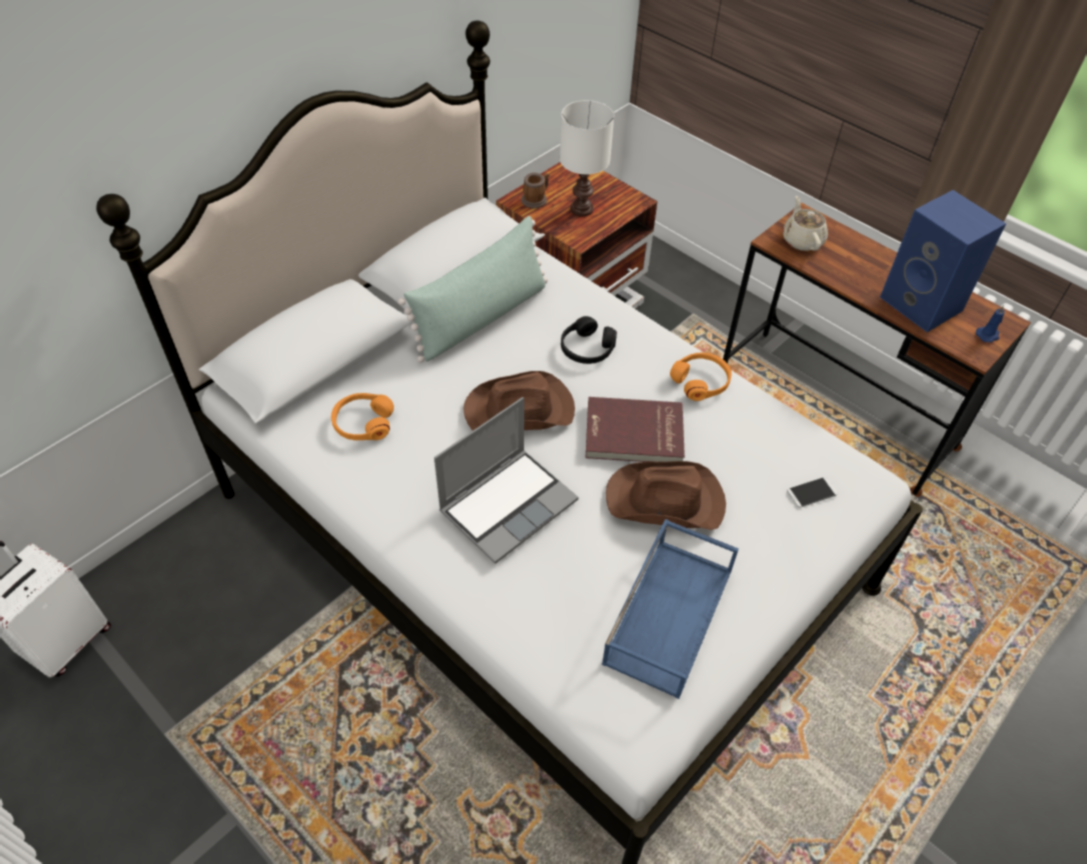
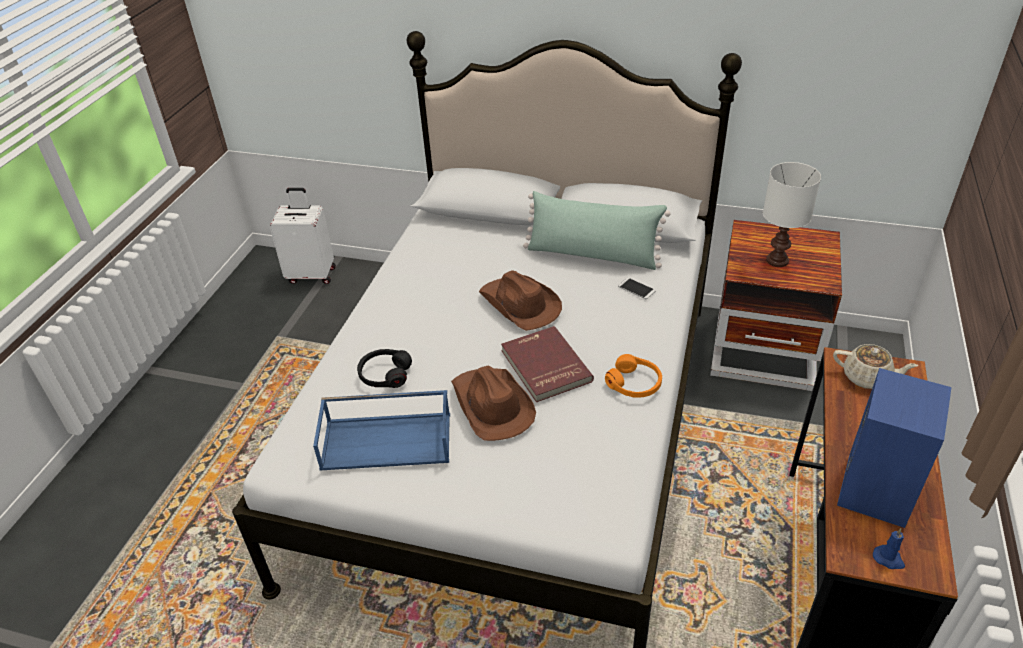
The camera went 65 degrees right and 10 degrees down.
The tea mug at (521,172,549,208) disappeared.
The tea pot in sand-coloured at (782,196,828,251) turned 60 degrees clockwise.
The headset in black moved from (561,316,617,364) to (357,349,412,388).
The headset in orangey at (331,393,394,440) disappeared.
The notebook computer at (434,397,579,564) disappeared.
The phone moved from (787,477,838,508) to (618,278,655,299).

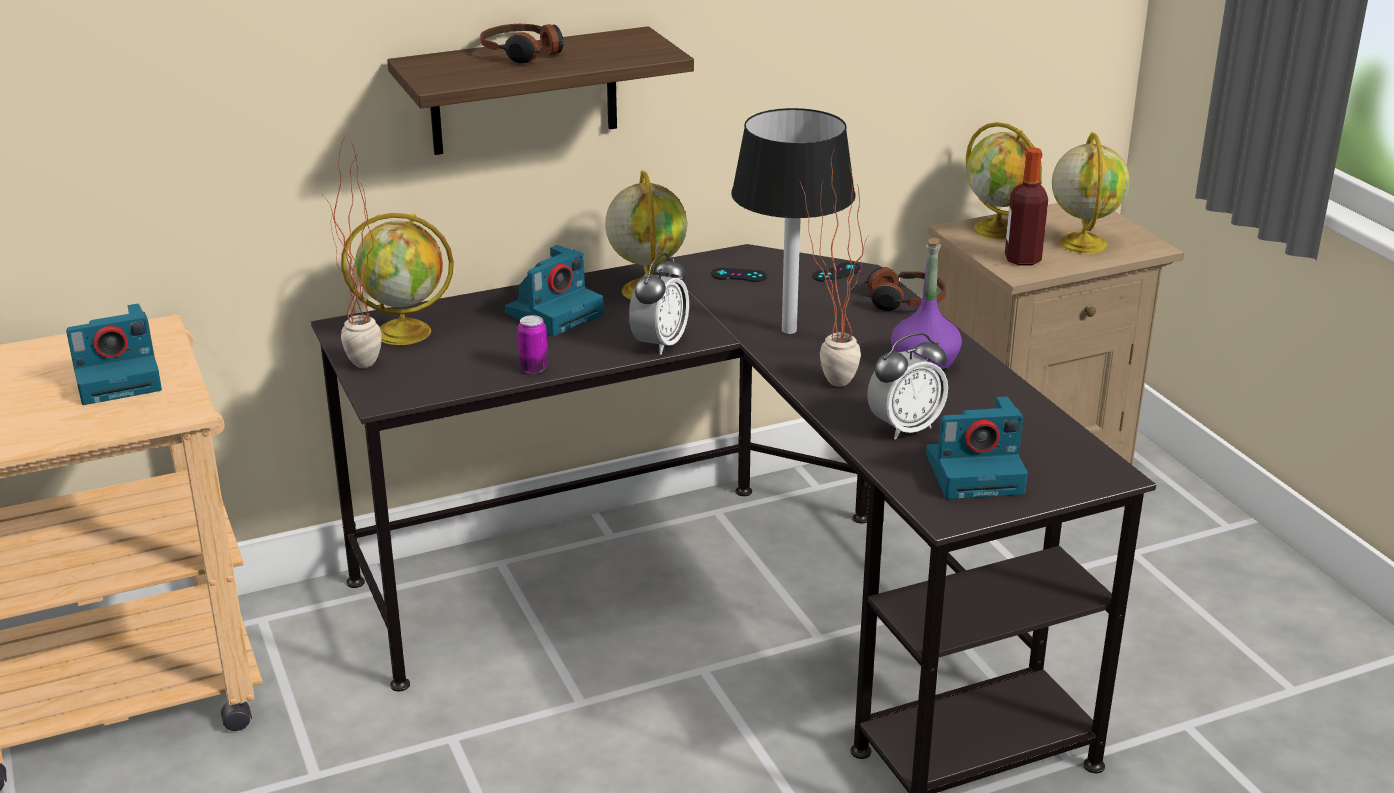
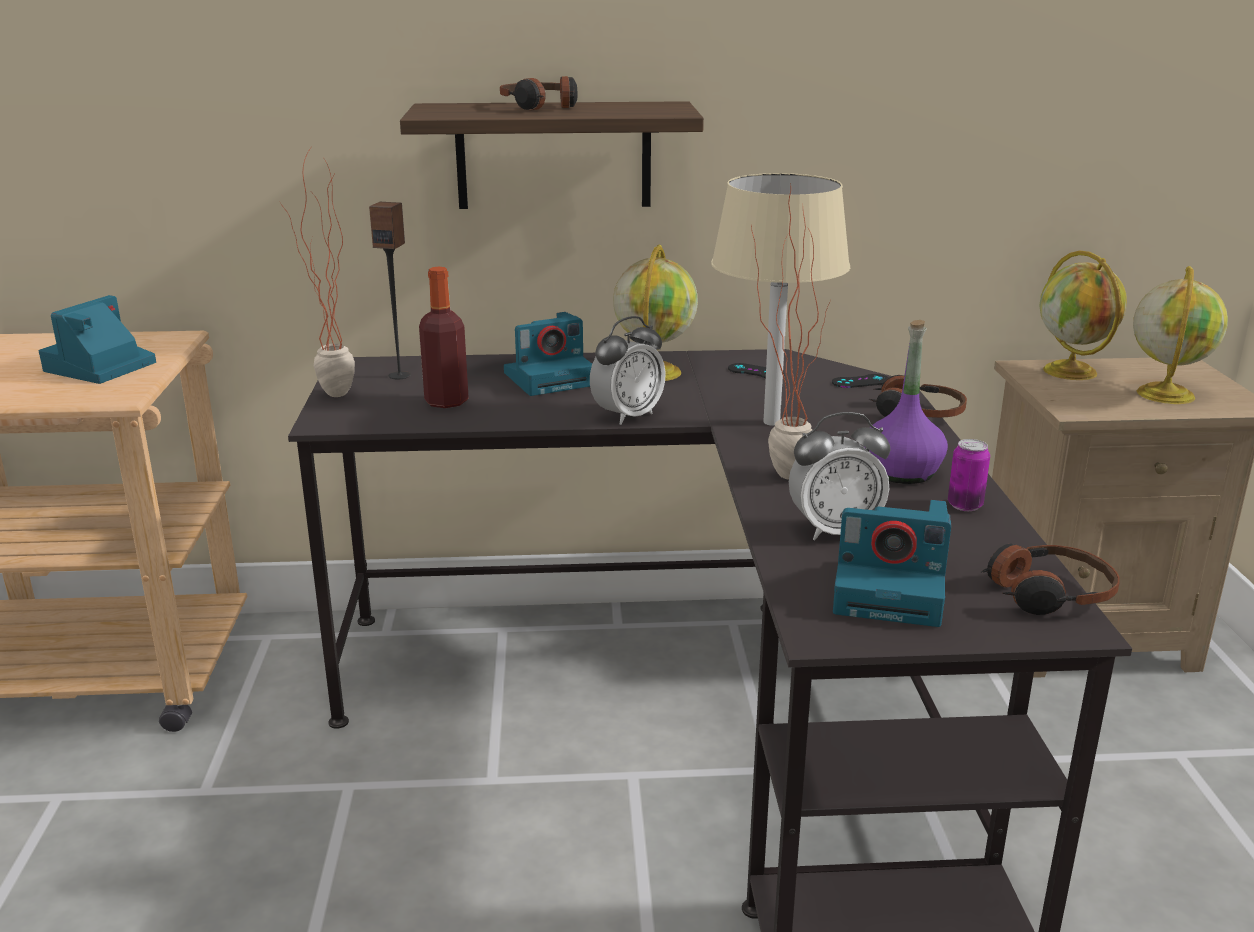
The camera went 20 degrees right and 5 degrees down.
The lamp for a table in black at (731,108,856,334) became the lamp for a table in sand-coloured at (711,173,850,426).
The bottle moved from (1005,148,1048,266) to (419,267,469,408).
The globe at (341,213,454,345) was replaced by the audio speaker at (369,202,411,379).
The still camera at (66,304,162,405) turned 120 degrees clockwise.
The metal can moved from (517,315,548,374) to (948,439,990,511).
The headset at (981,543,1120,615) appeared.

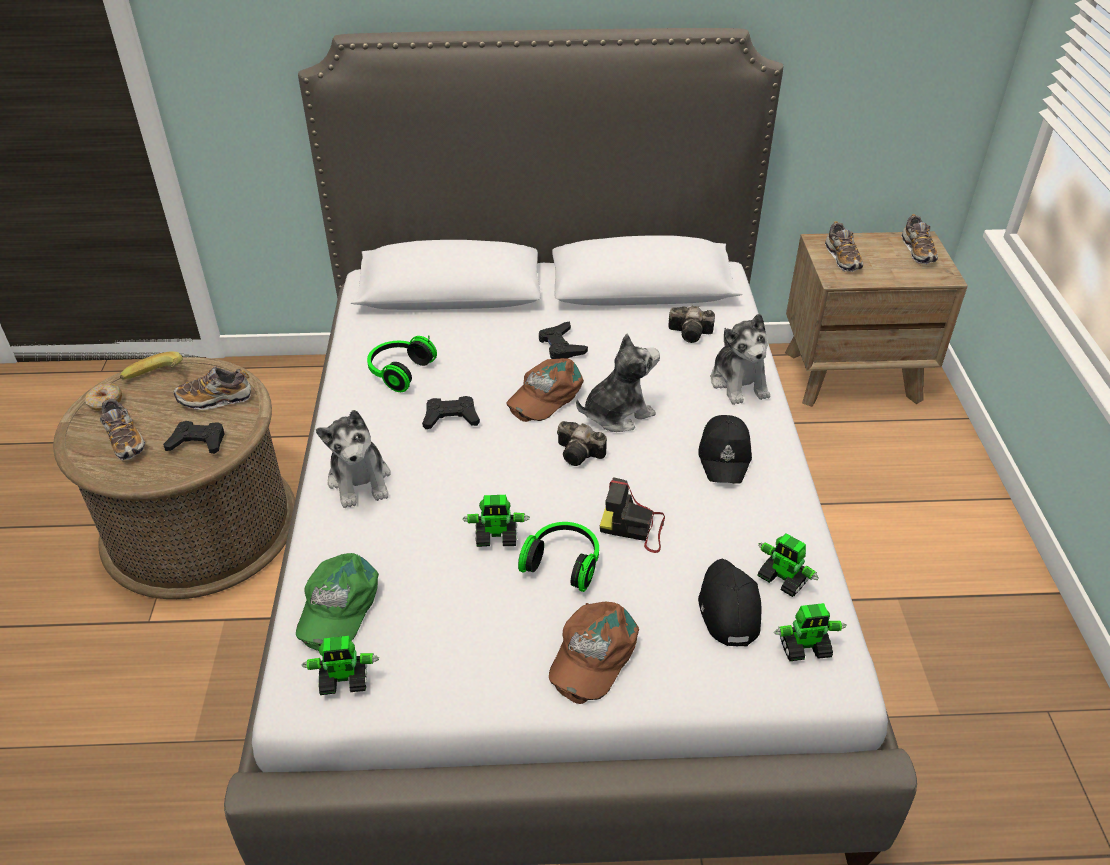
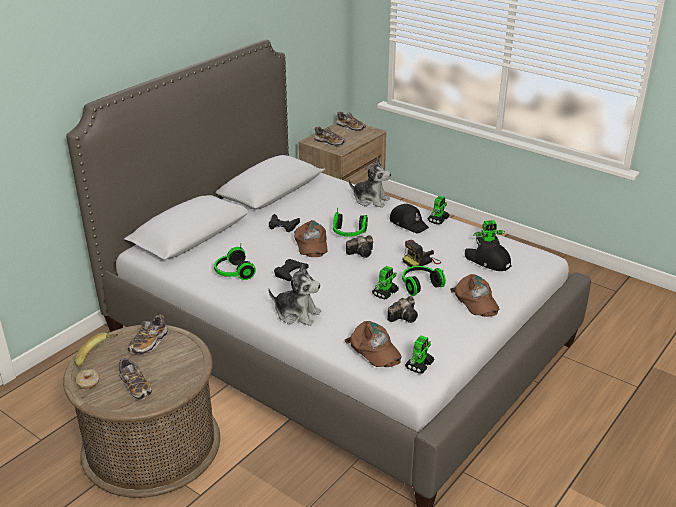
The camera went 50 degrees left and 10 degrees down.
The still camera moved from (668,305,715,343) to (387,296,418,323).
The soft toy at (576,334,660,432) was replaced by the headset at (333,208,368,237).
The shoe at (100,397,145,460) turned 45 degrees clockwise.
The joypad in black at (163,421,225,454) disappeared.
The baseball cap in greenish at (296,553,379,651) became the baseball cap in brown-coloured at (345,321,401,367).
The robot figure moved from (774,603,847,661) to (427,195,450,225).

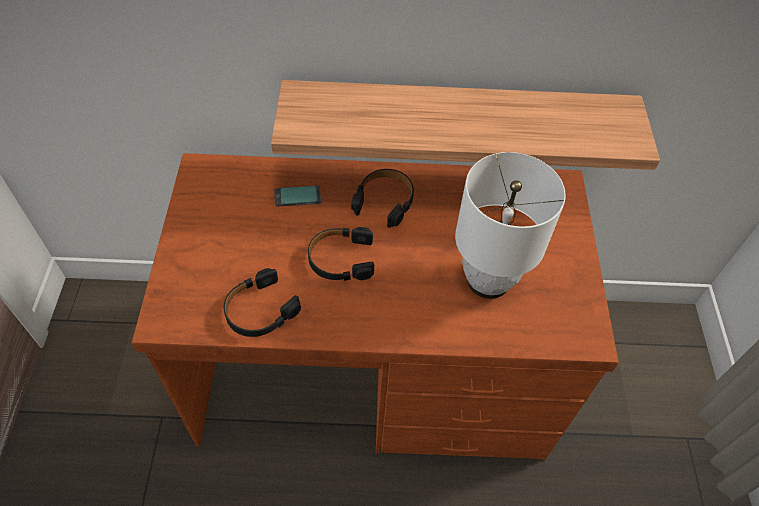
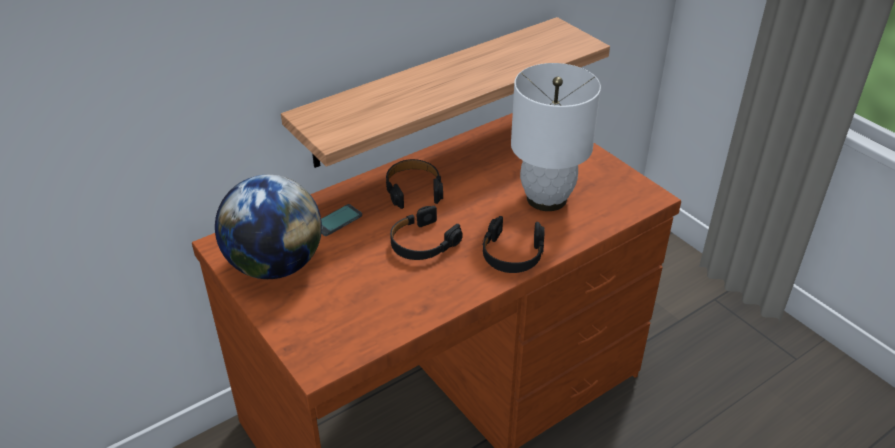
The camera went 35 degrees left and 15 degrees down.
The headset in black moved from (224,268,301,337) to (483,216,545,273).
The globe at (215,175,322,279) appeared.

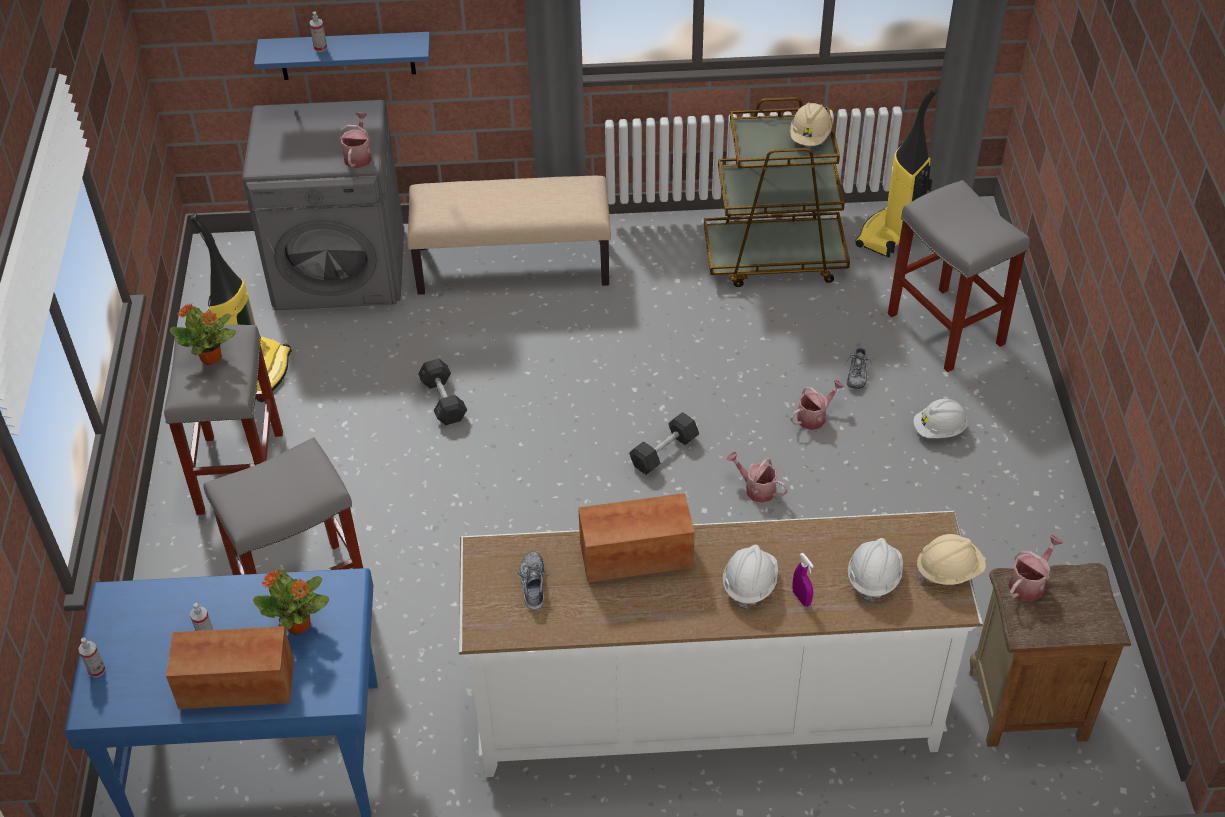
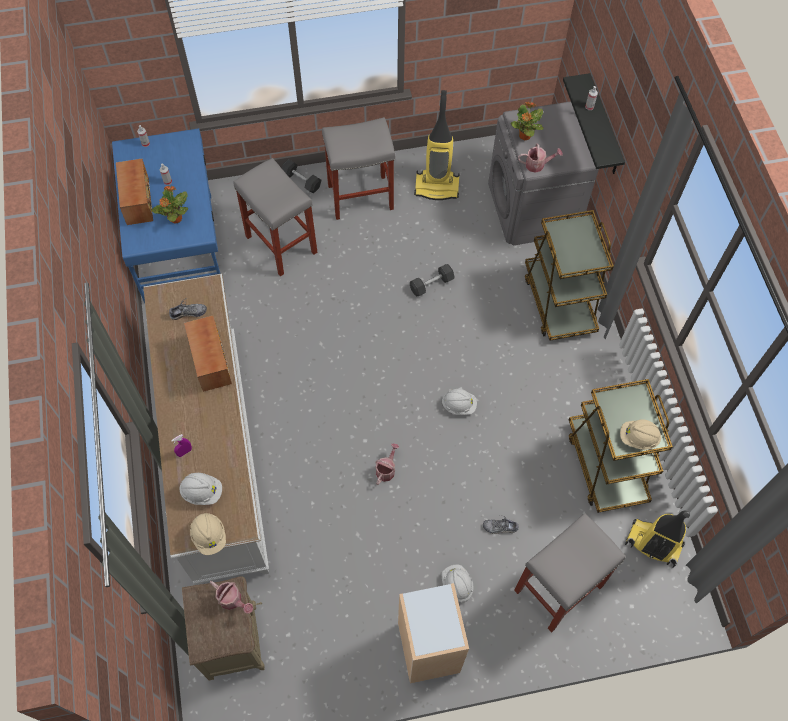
The camera went 80 degrees right and 15 degrees up.
The shelf in blue at (254,32,430,80) became the shelf in black at (563,73,625,174).
The bench in sand-coloured at (407,176,611,295) was replaced by the cart in brown-coloured at (525,210,614,341).
The plant in a pot moved from (170,303,236,365) to (511,102,543,140).
The sprinkling can at (790,380,845,430) disappeared.
The dumbbell in gray moved from (629,412,699,475) to (282,159,321,193).
The safety helmet in white moved from (723,545,778,610) to (441,389,477,415).
The bookshelf at (398,583,469,683) appeared.

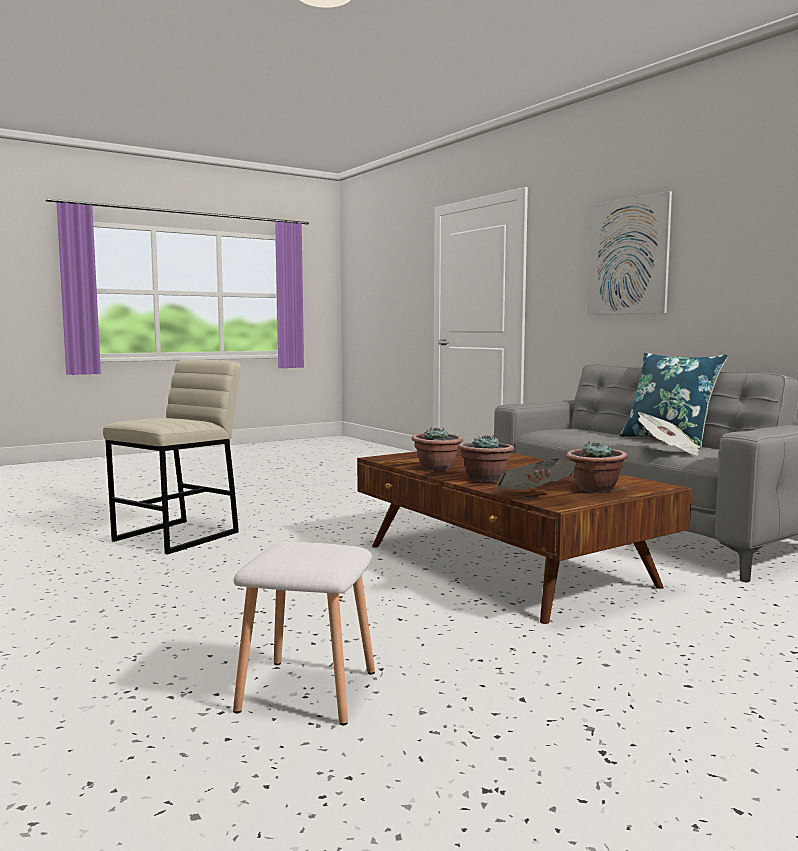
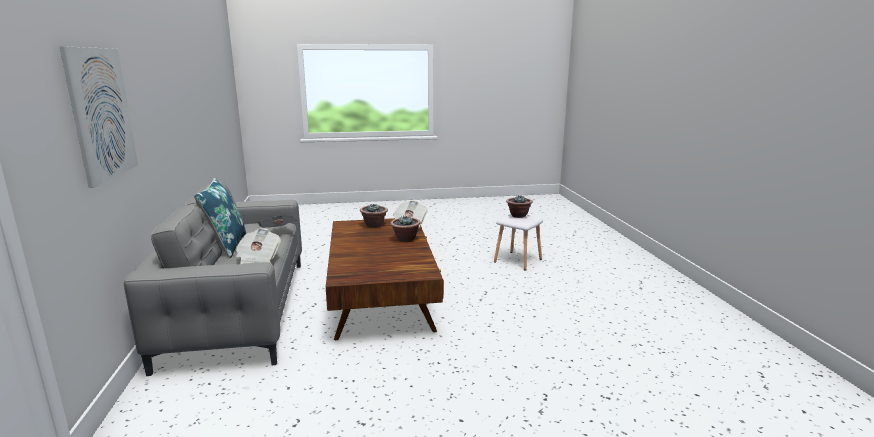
The camera went 155 degrees left and 10 degrees up.
The chair in sand-coloured at (103,359,240,555) disappeared.
The plant in a pot moved from (411,427,463,471) to (506,196,532,218).
The printed paper at (236,228,281,264) appeared.

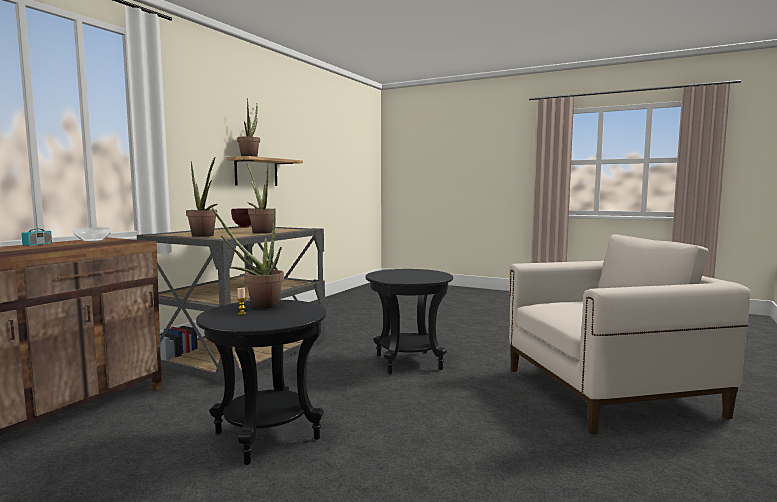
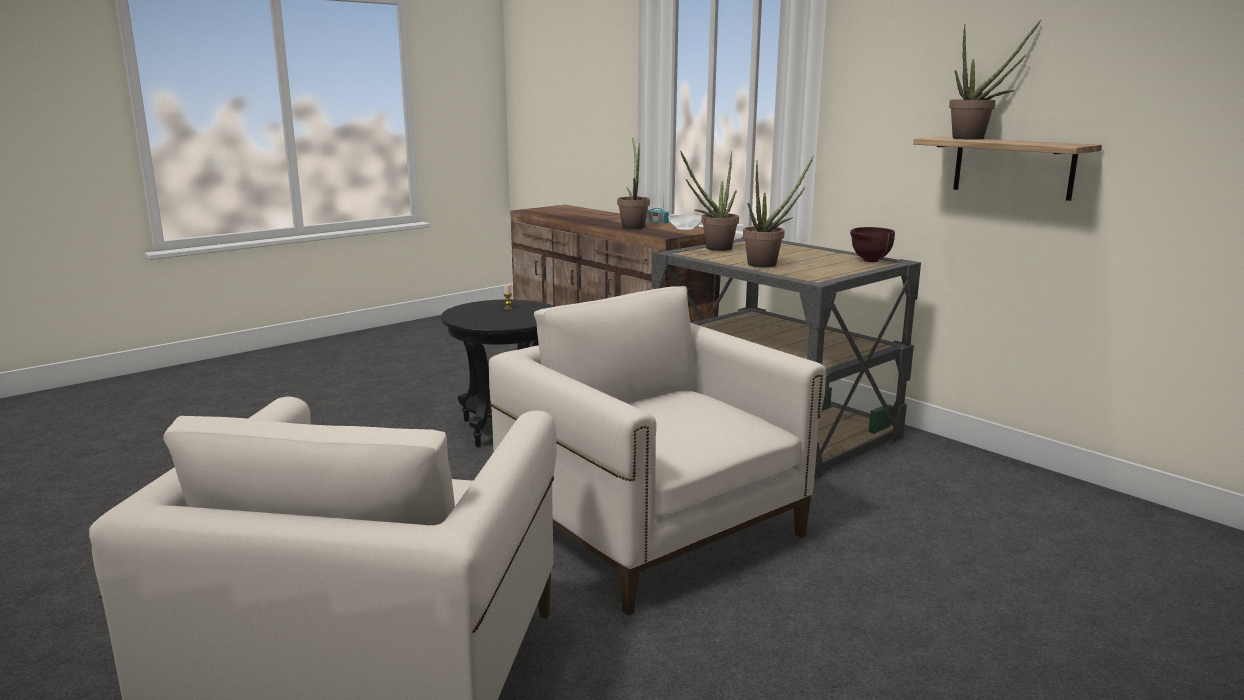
The camera went 110 degrees right and 10 degrees up.
The plant in a pot moved from (211,207,284,309) to (617,138,650,229).
The accent table in black at (365,269,453,374) was replaced by the easy chair in sand-coloured at (489,286,826,616).

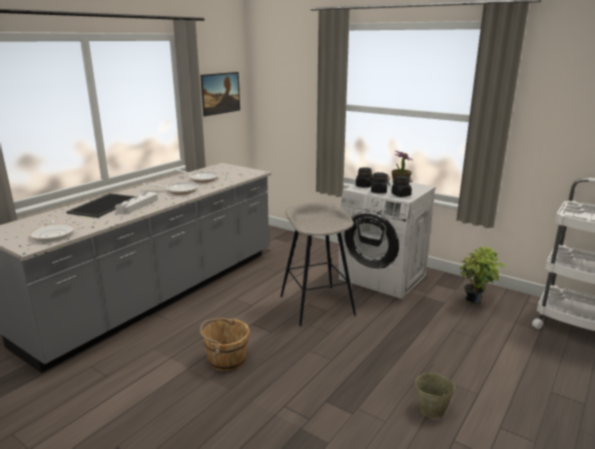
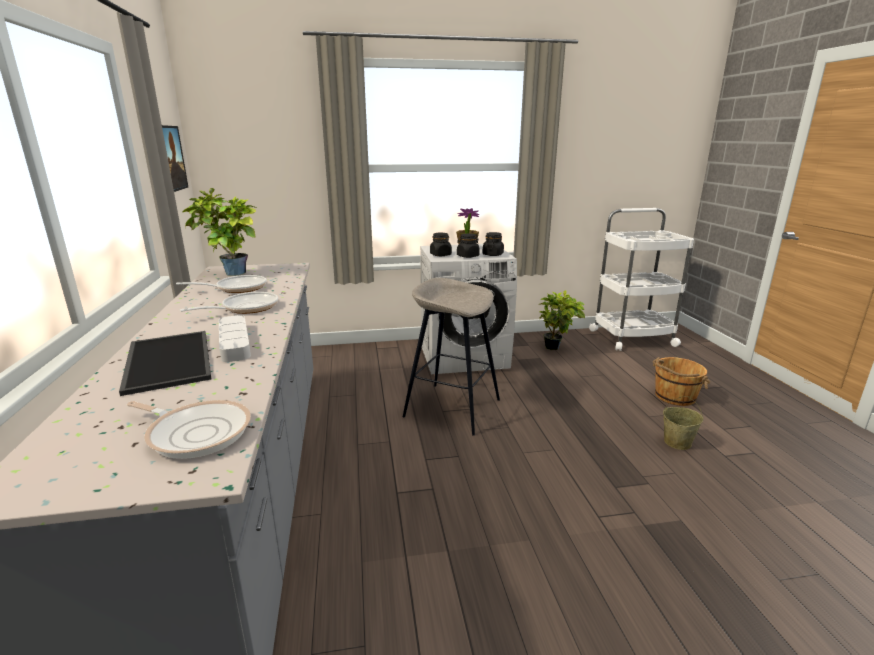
The camera went 45 degrees left and 0 degrees up.
The water bucket in brown-coloured moved from (200,317,249,371) to (653,357,710,406).
The plant in a pot at (182,188,256,276) appeared.

